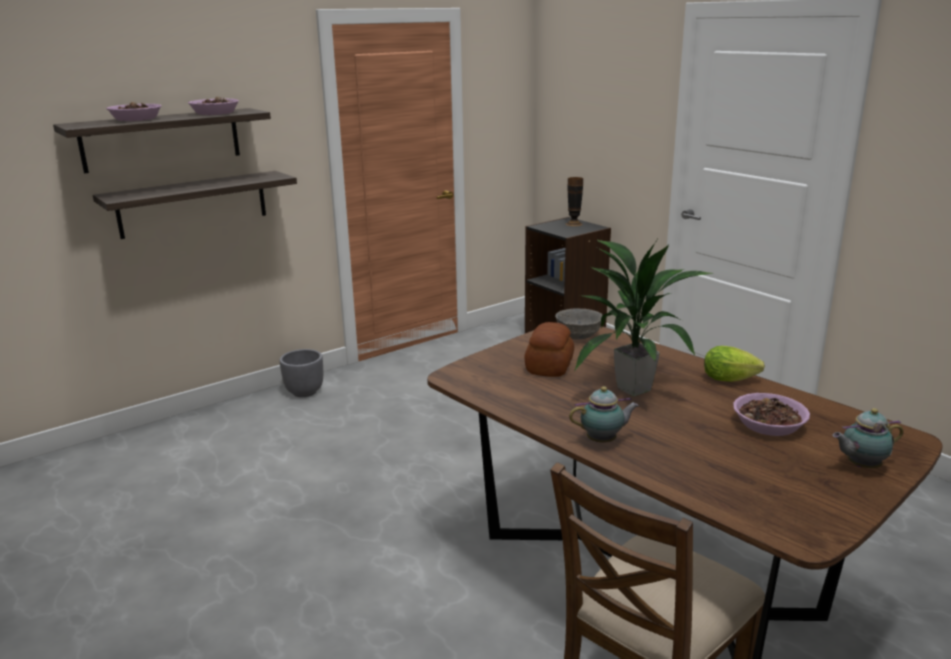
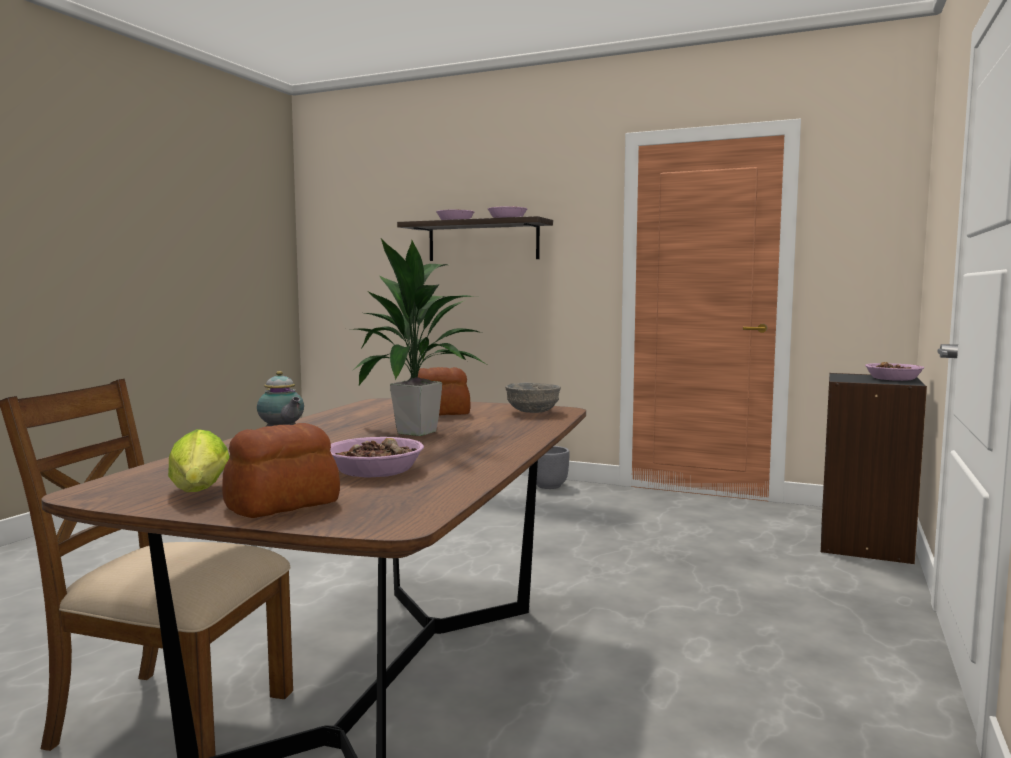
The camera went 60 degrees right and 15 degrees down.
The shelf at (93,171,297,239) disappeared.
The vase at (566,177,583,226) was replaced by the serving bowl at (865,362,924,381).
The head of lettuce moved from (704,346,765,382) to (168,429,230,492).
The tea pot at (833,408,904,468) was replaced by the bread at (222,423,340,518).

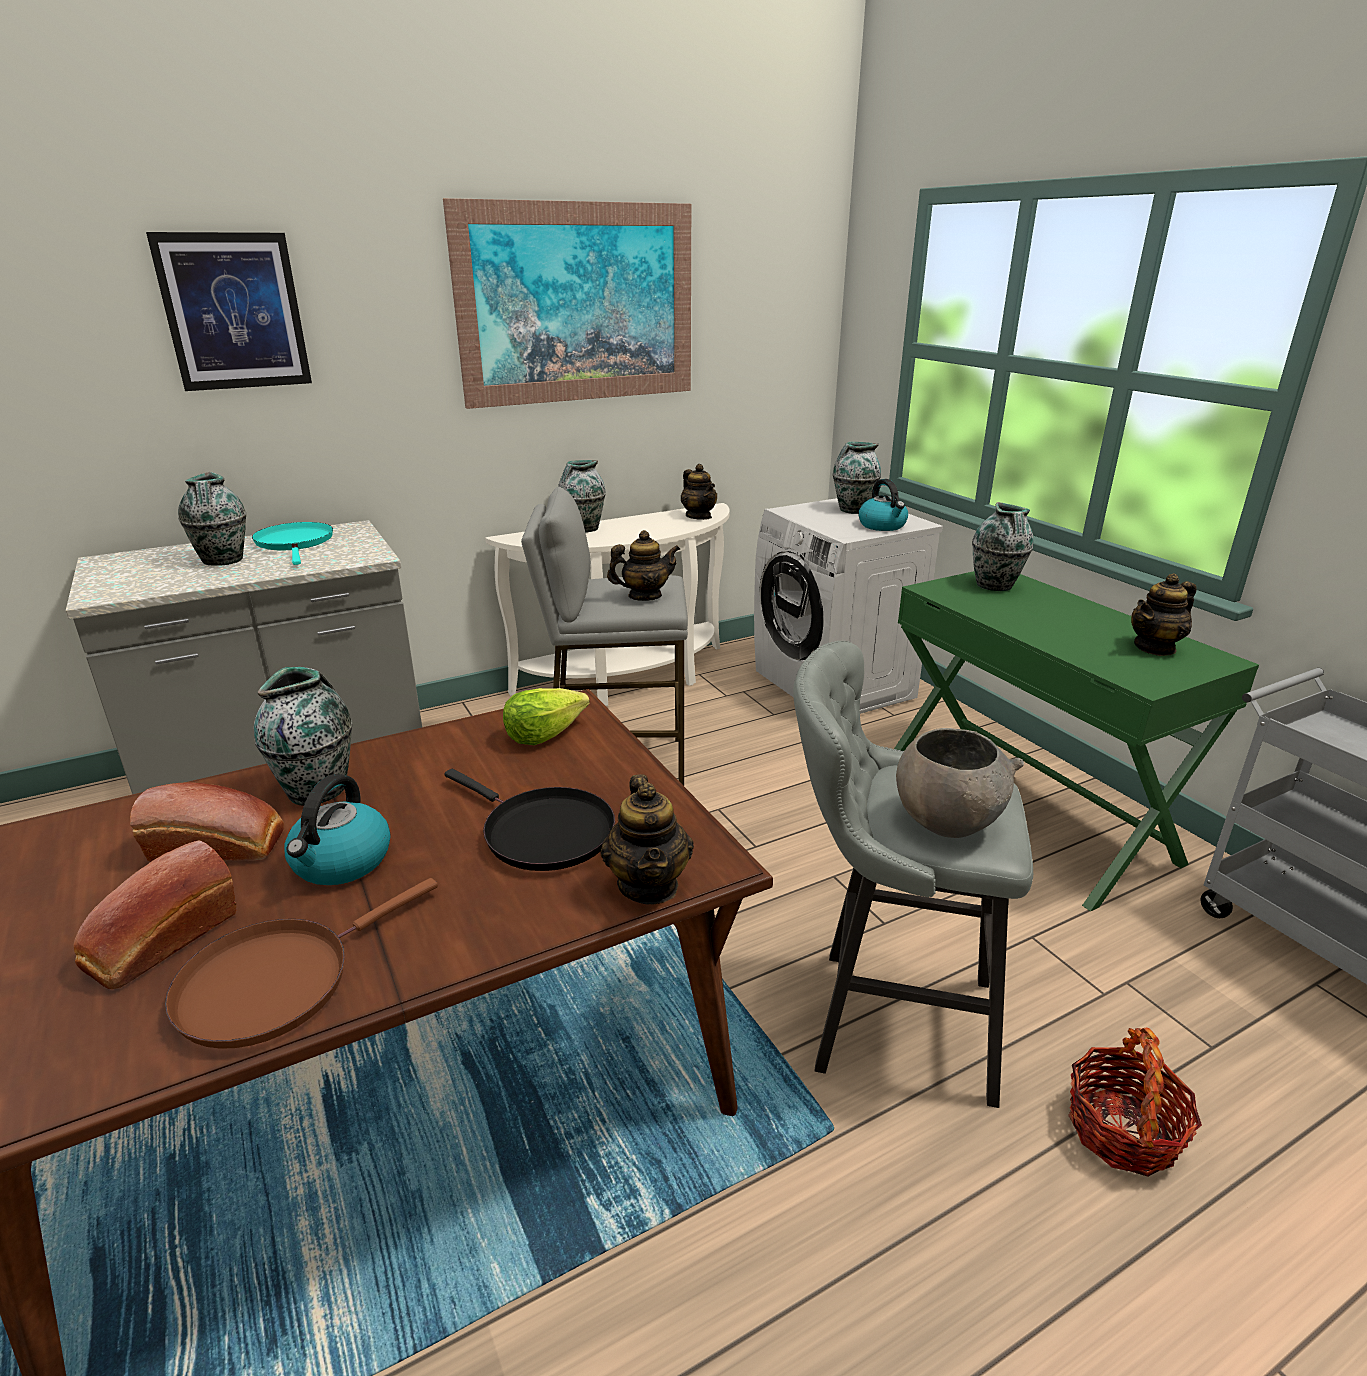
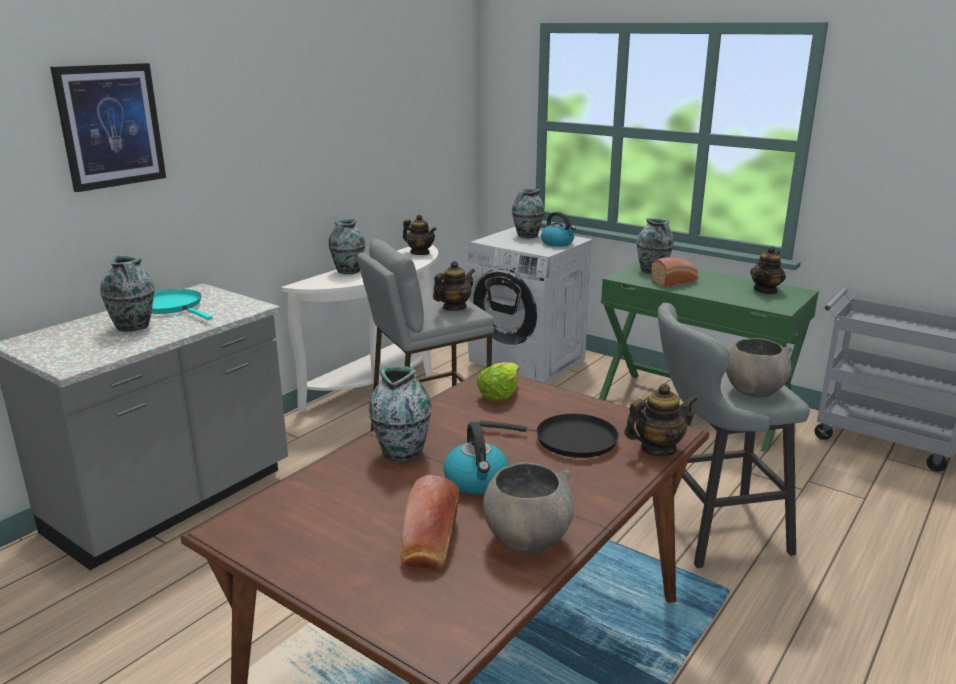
The camera went 25 degrees left and 5 degrees down.
The wall picture at (443,198,691,409) disappeared.
The tea pot at (600,774,694,905) turned 75 degrees counterclockwise.
The bread moved from (130,782,284,862) to (651,257,698,287).
The skillet in brown-coloured at (165,878,438,1049) was replaced by the serving bowl in gray at (483,462,574,553).
The basket at (1068,1028,1202,1176) disappeared.

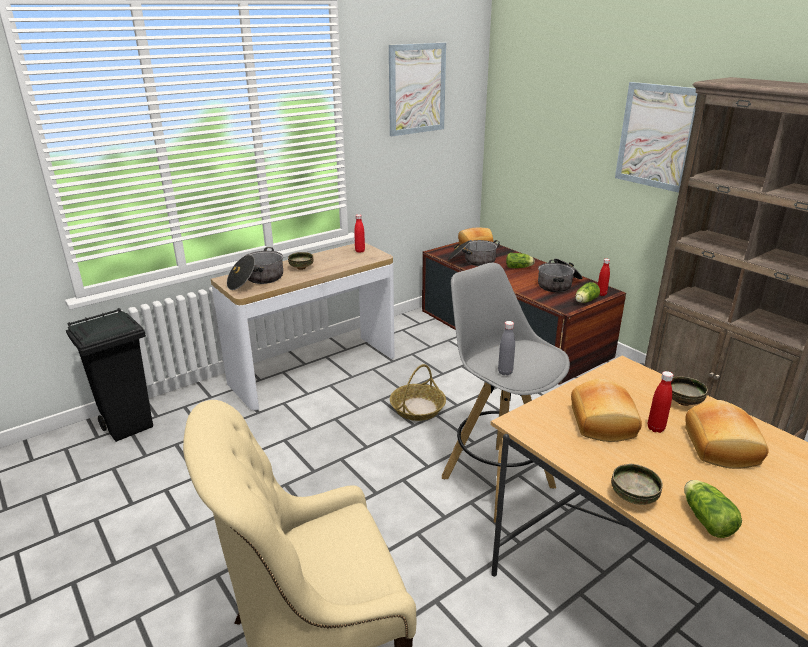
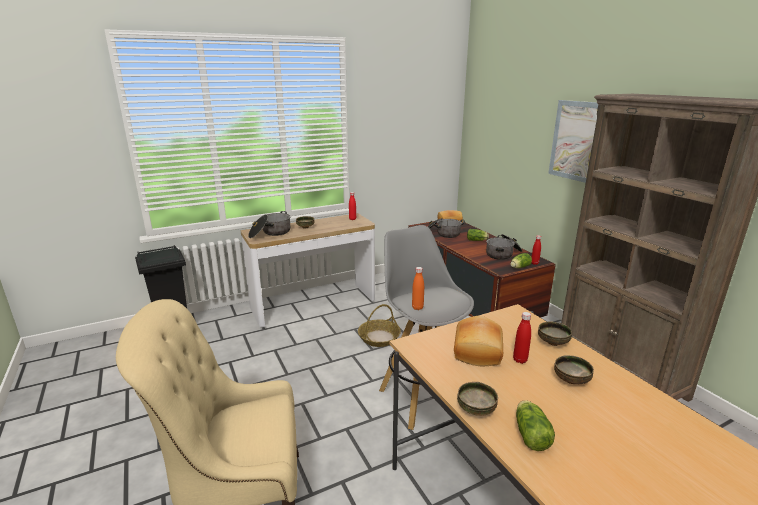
The camera went 10 degrees right and 5 degrees down.
The wall picture at (389,43,446,136) disappeared.
The bottle in gray at (498,321,515,376) became the bottle in orangey at (412,267,424,310).
The bread at (685,400,769,469) was replaced by the serving bowl at (554,355,594,384).

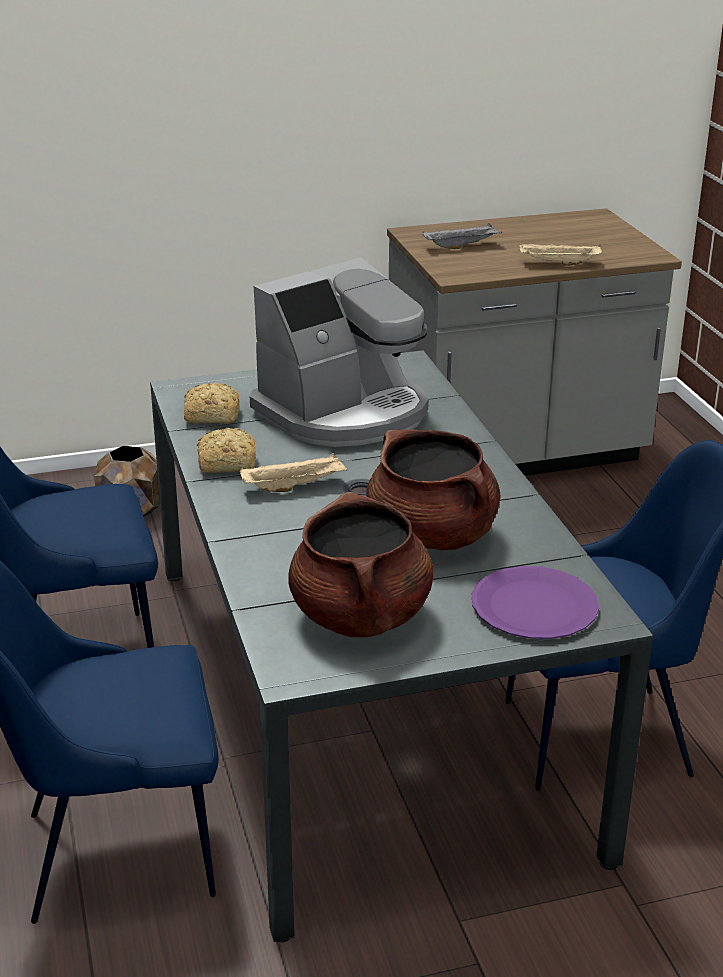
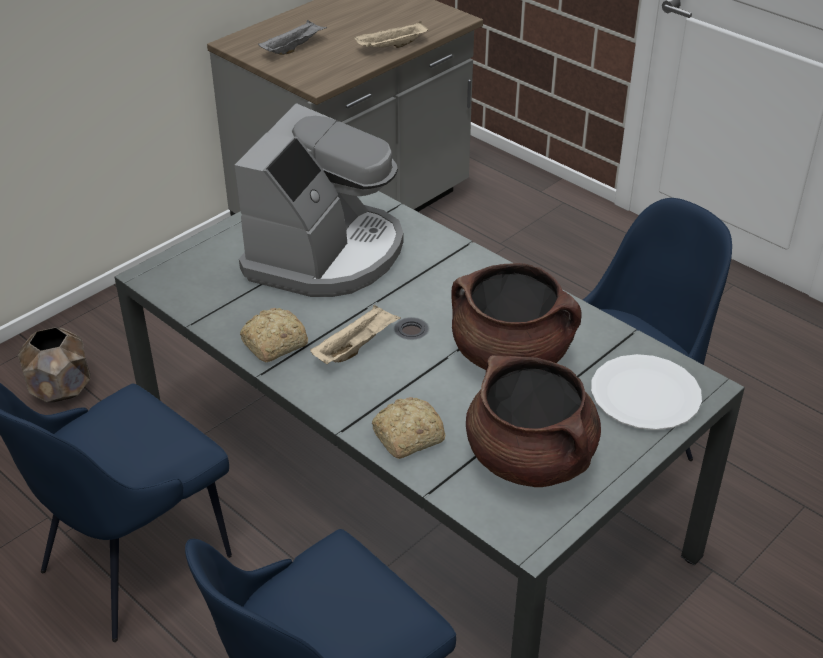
The camera went 30 degrees left and 10 degrees up.
The bread moved from (184,383,240,424) to (372,397,445,459).
The flat dish in purple-coloured at (472,566,599,639) became the flat dish in white at (591,354,702,430).

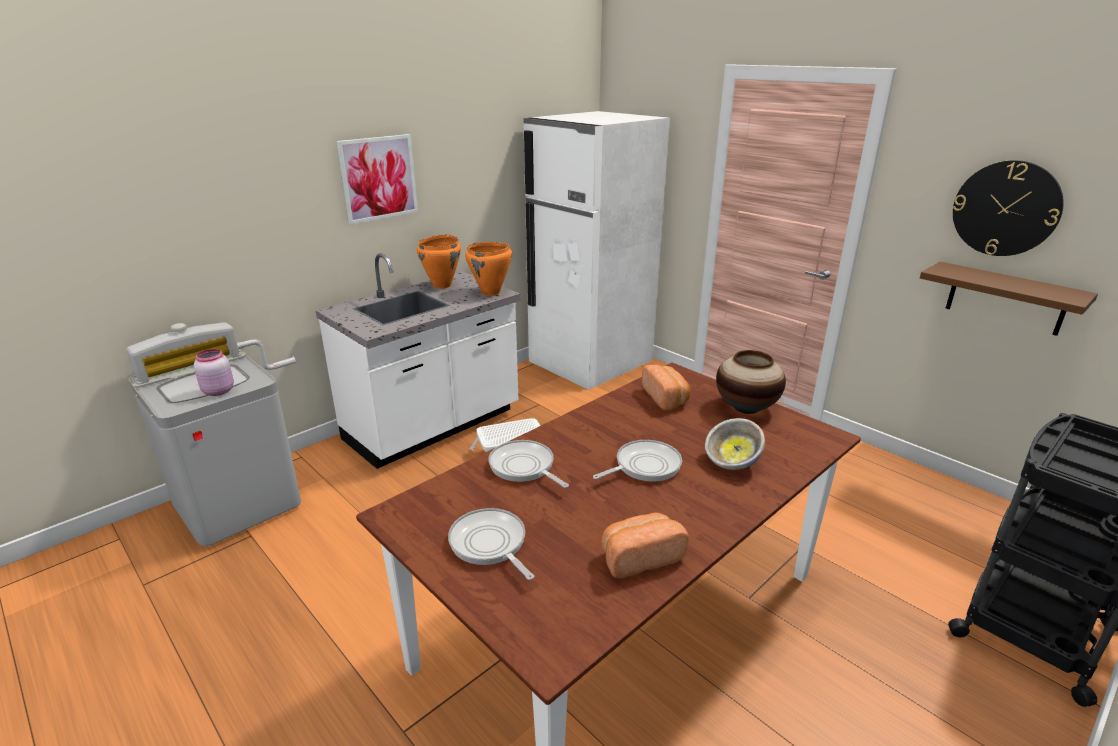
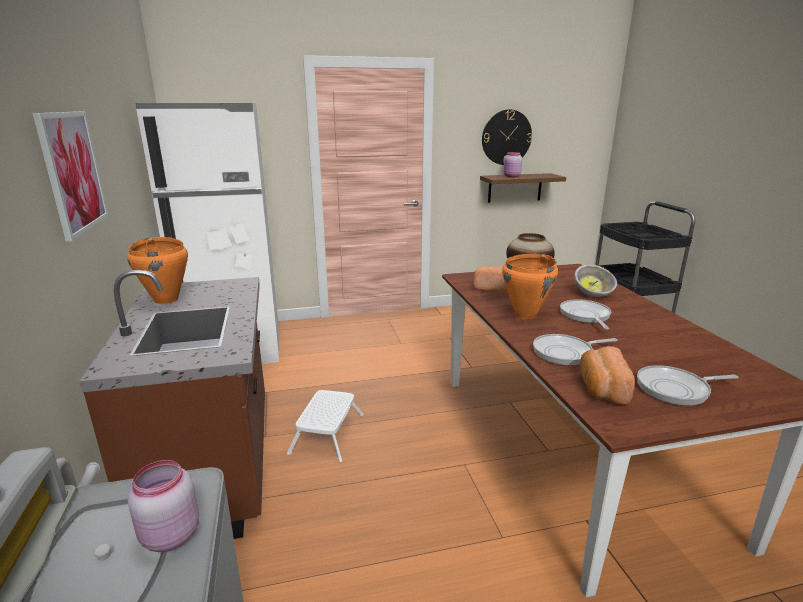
The camera went 60 degrees left and 5 degrees down.
The cooking pot in orangey moved from (465,242,512,296) to (502,254,558,319).
The counter in white at (316,253,520,469) became the counter in brown-coloured at (79,270,265,539).
The bread moved from (601,513,689,578) to (580,346,635,405).
The jar in pinkish at (504,152,522,177) appeared.

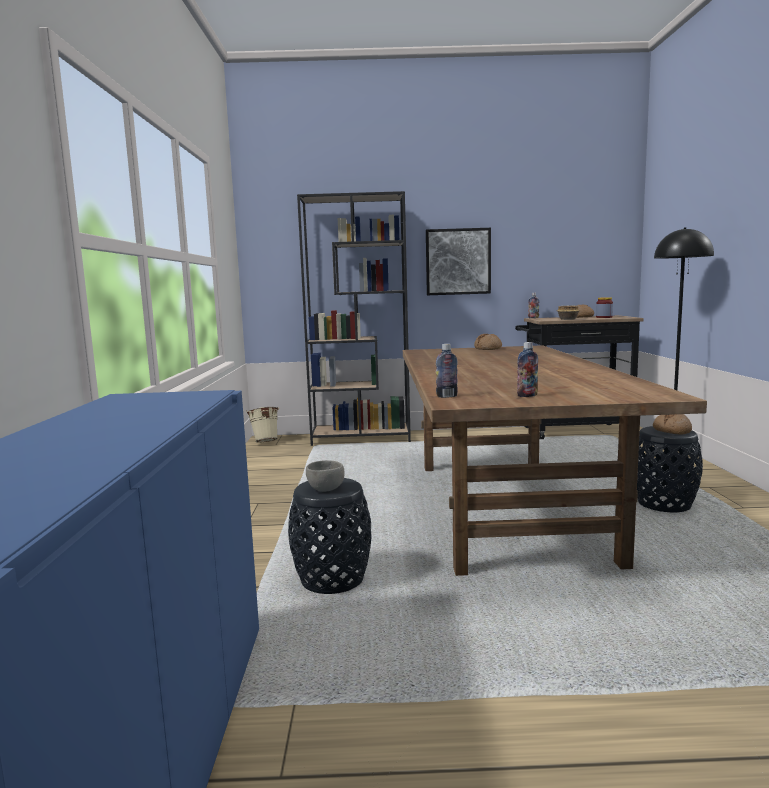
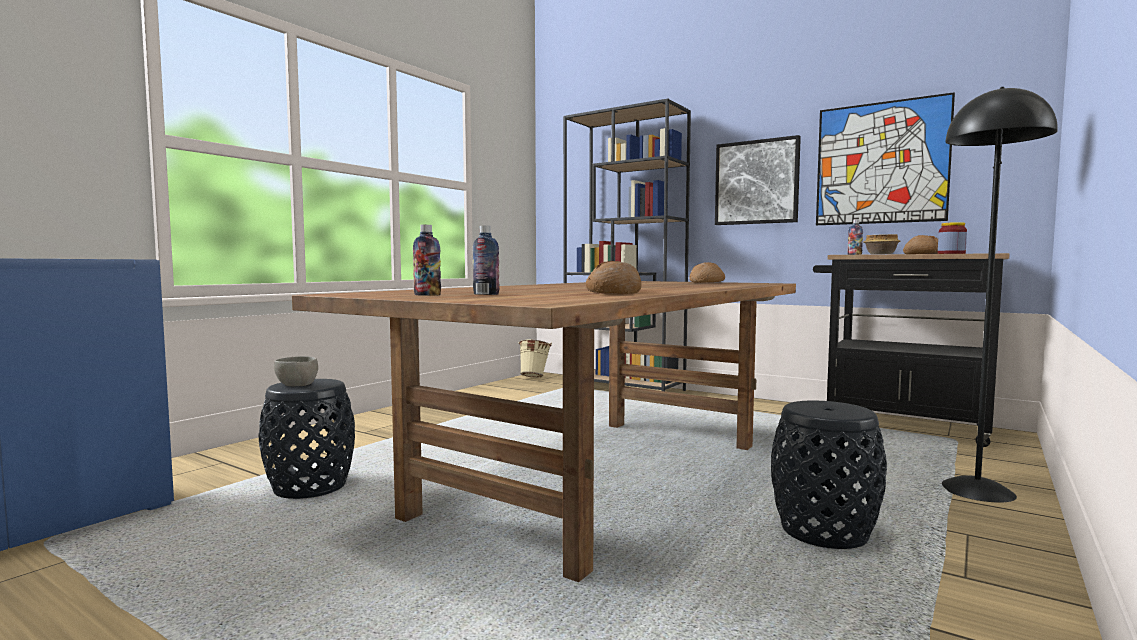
The camera went 35 degrees right and 5 degrees down.
The bottle moved from (436,344,458,398) to (473,226,500,295).
The bread moved from (653,414,692,435) to (585,261,642,294).
The wall picture at (816,92,955,225) appeared.

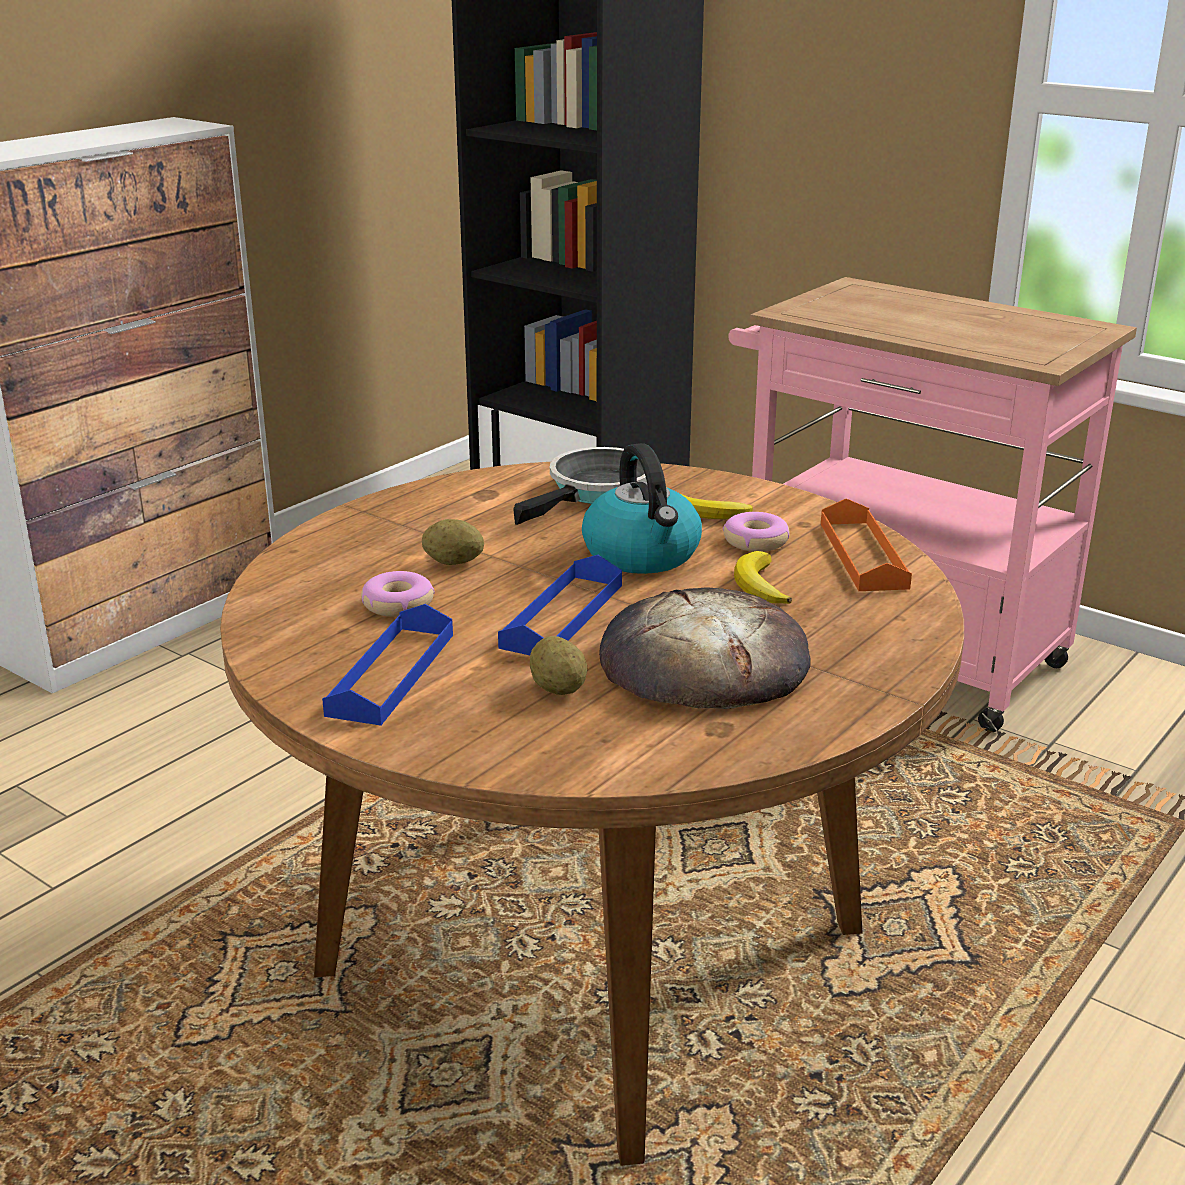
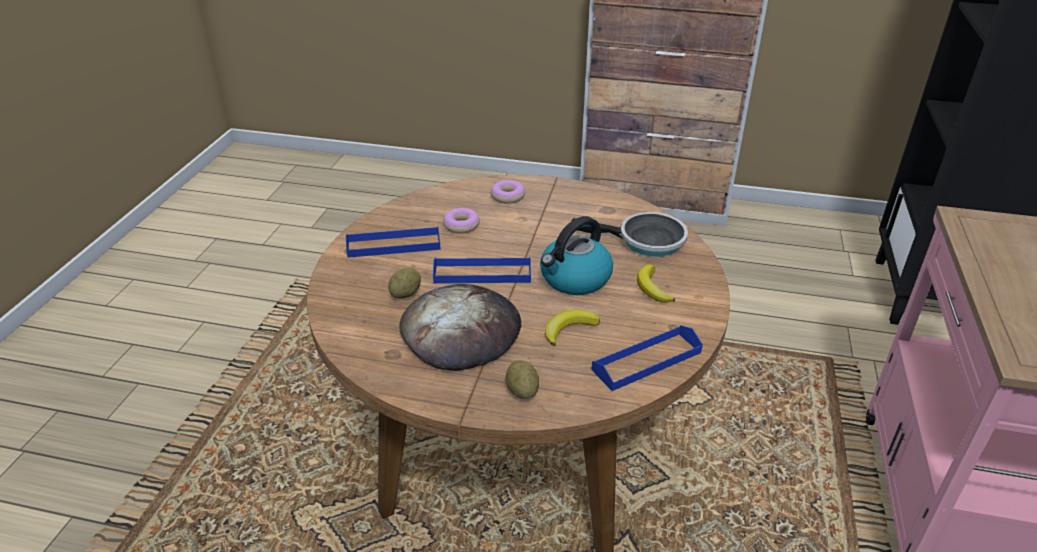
The camera went 65 degrees right and 10 degrees up.
The serving tray in orangey at (821,498,912,591) became the serving tray in blue at (592,325,703,391).
The doughnut moved from (723,512,790,552) to (490,180,525,204).
The whole potato moved from (422,519,484,565) to (506,360,539,399).

